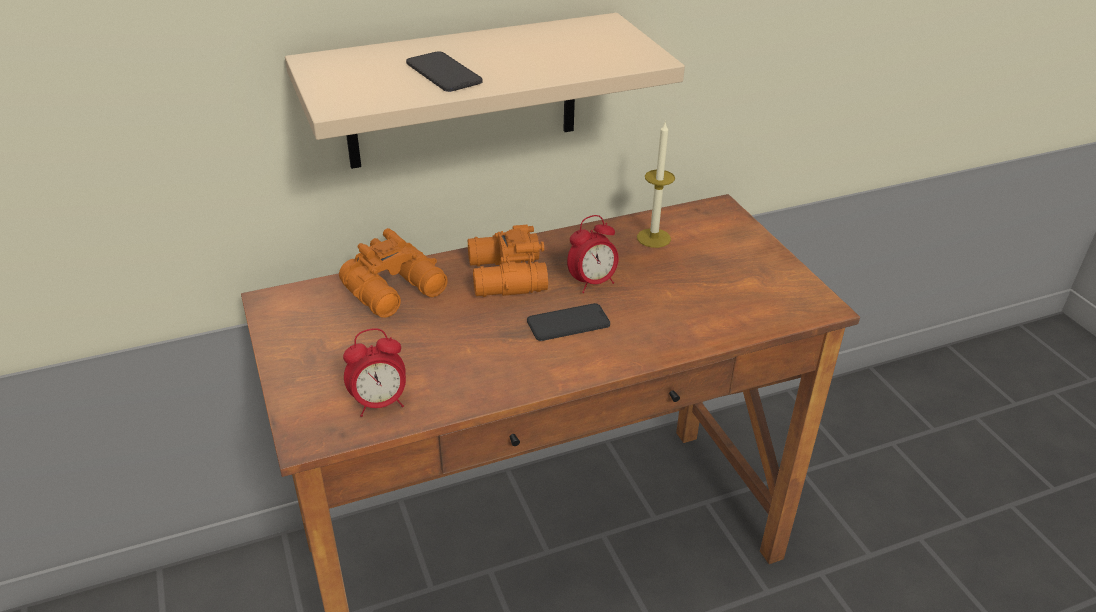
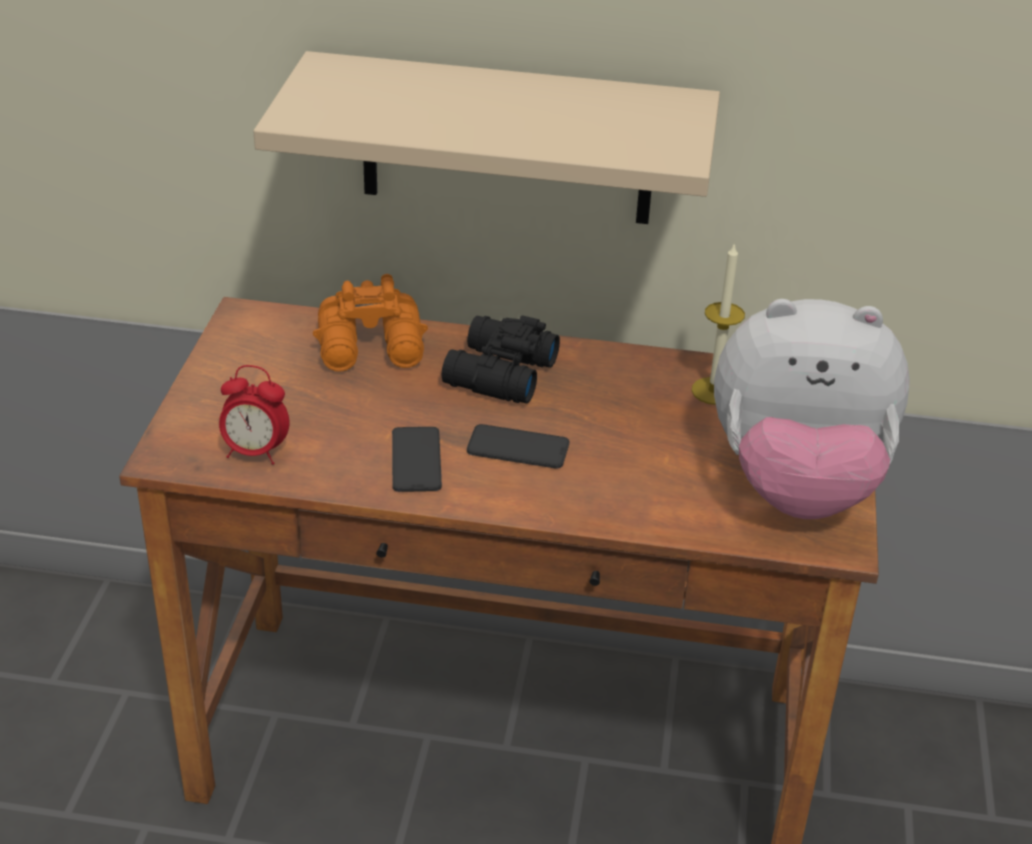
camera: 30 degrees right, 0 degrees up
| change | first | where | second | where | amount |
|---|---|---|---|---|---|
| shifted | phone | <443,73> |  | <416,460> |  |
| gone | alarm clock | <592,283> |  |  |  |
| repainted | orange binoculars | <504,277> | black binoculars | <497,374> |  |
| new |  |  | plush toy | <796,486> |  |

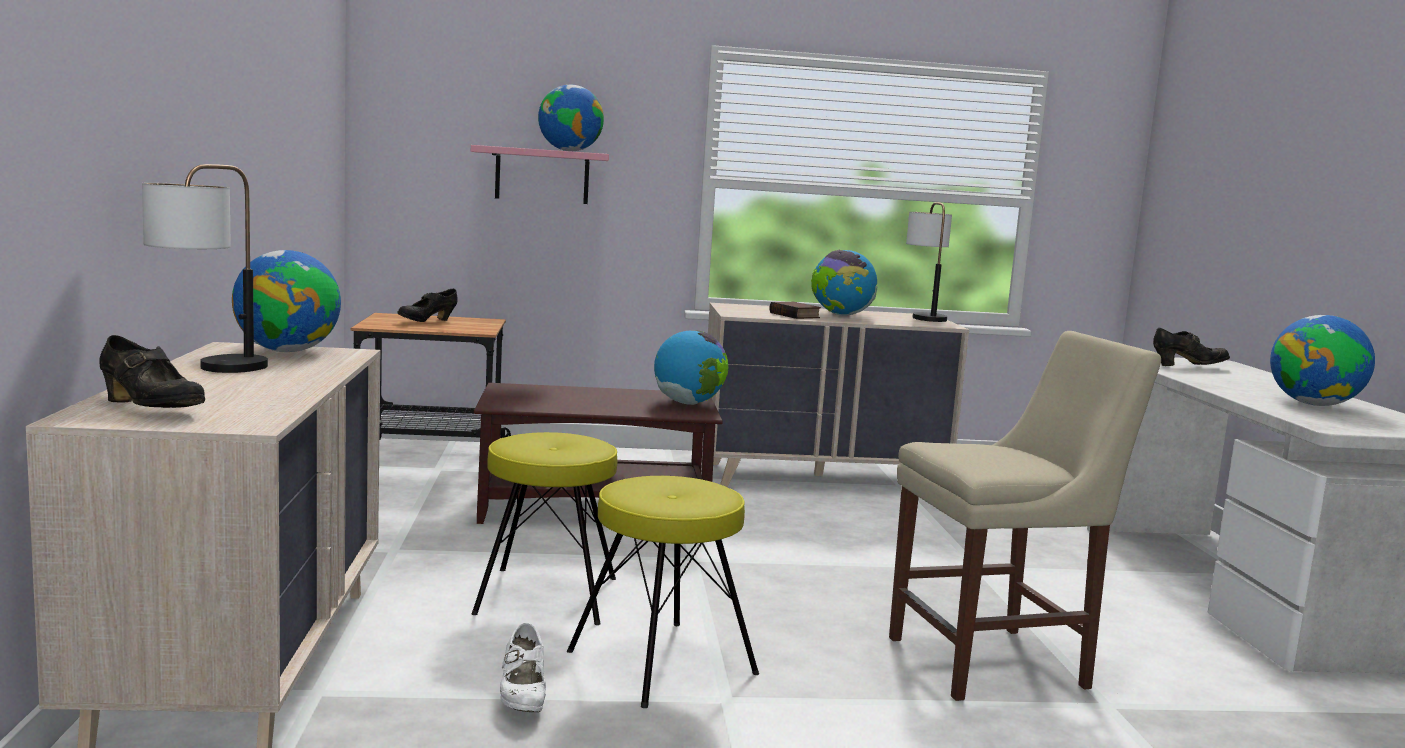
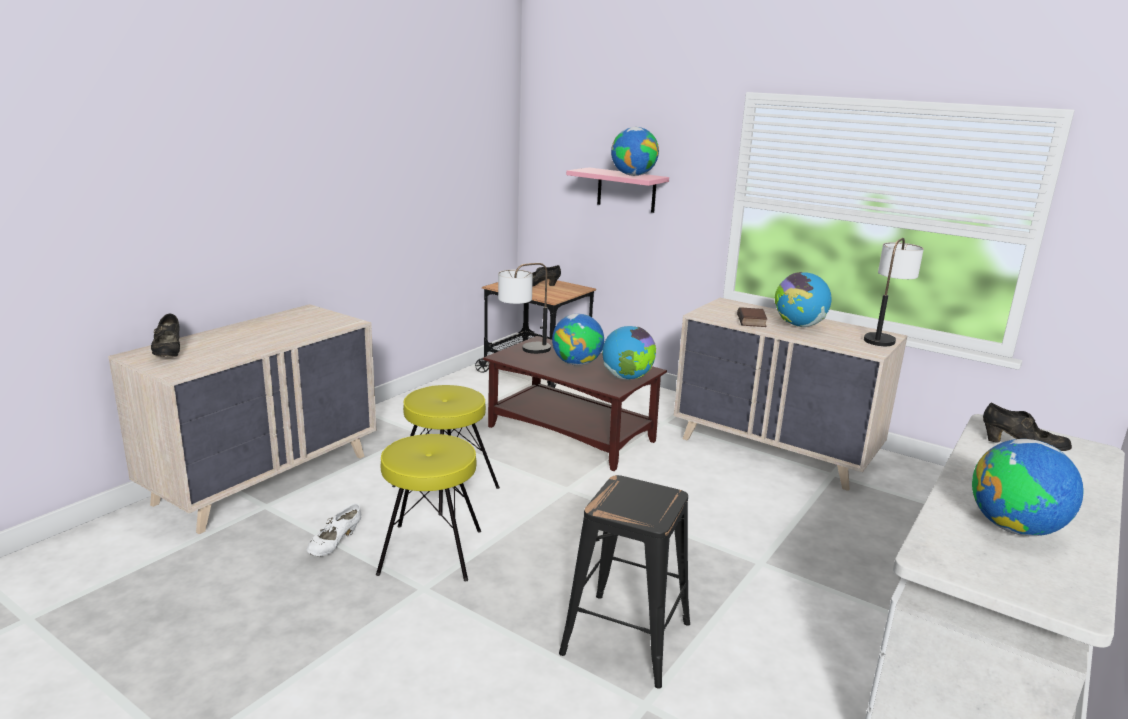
camera: 40 degrees right, 10 degrees up
| change | first | where | second | where | amount |
|---|---|---|---|---|---|
| shifted | table lamp | <209,371> |  | <523,351> |  |
| shifted | globe | <287,351> |  | <577,363> |  |
| swapped | beige chair | <996,662> | black stool | <627,638> |  |

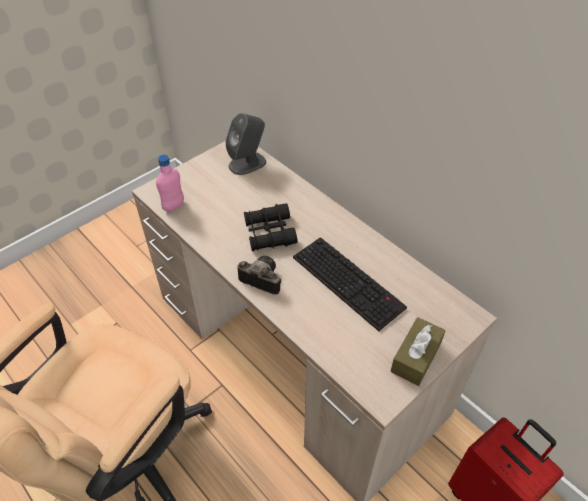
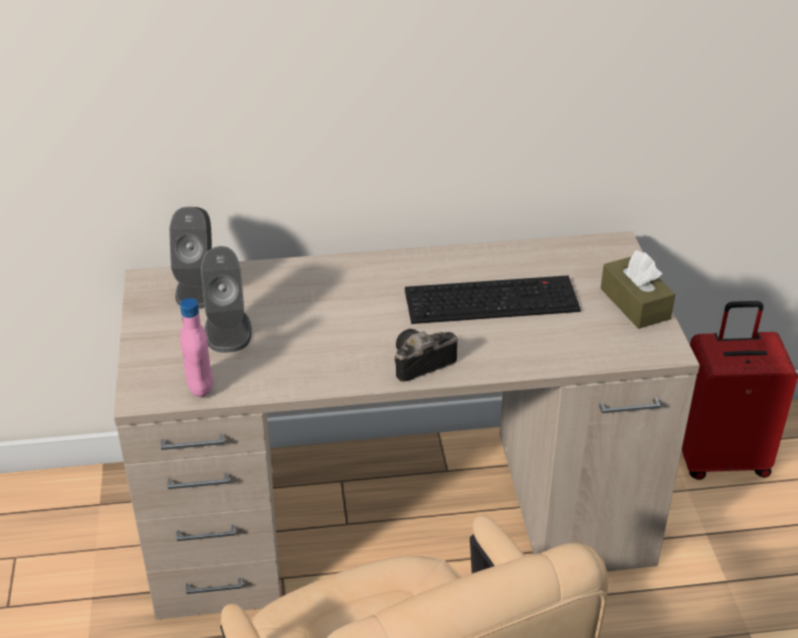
camera: 55 degrees left, 10 degrees down
| change | first | where | second | where | amount |
|---|---|---|---|---|---|
| gone | black binoculars | <269,233> |  |  |  |
| new |  |  | grey speaker | <228,330> |  |

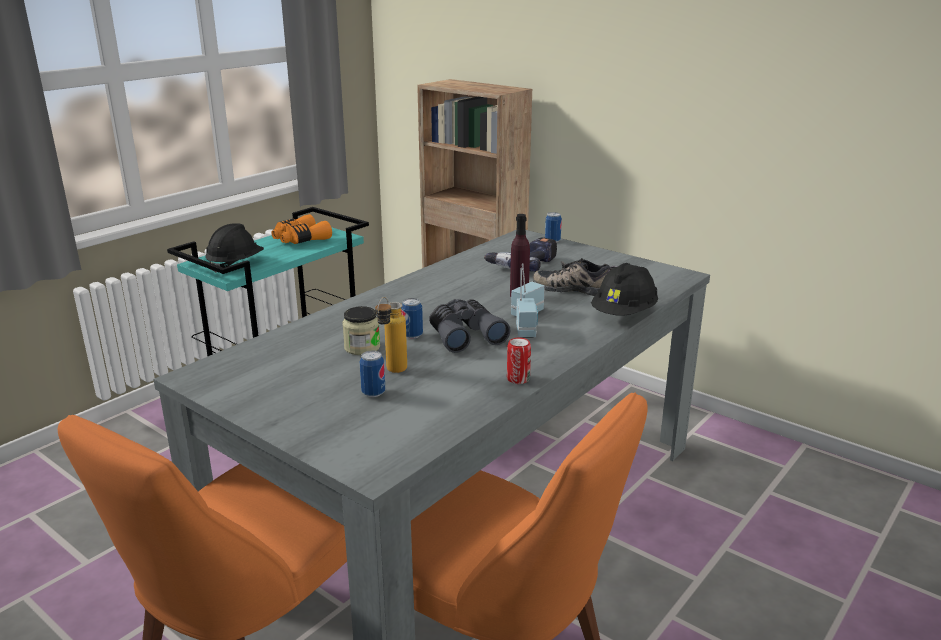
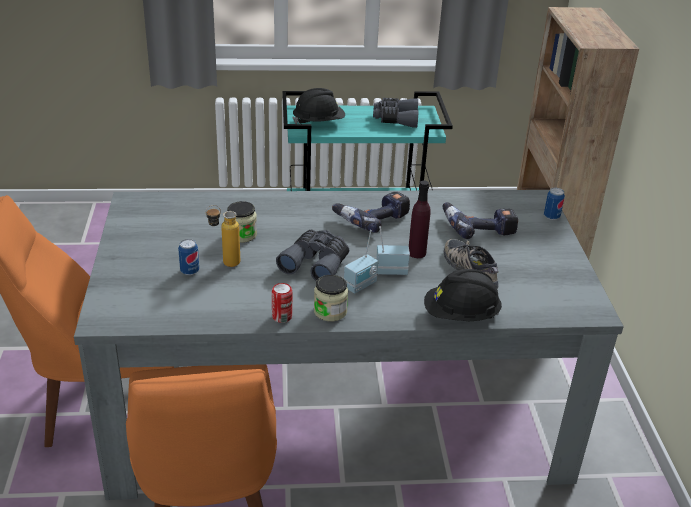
camera: 45 degrees right, 10 degrees up
| change | first | where | second | where | amount |
|---|---|---|---|---|---|
| repainted | orange binoculars | <300,239> | grey binoculars | <395,119> |  |
| gone | can | <412,335> |  |  |  |
| new |  |  | power drill | <371,218> |  |
| new |  |  | jar | <330,311> |  |

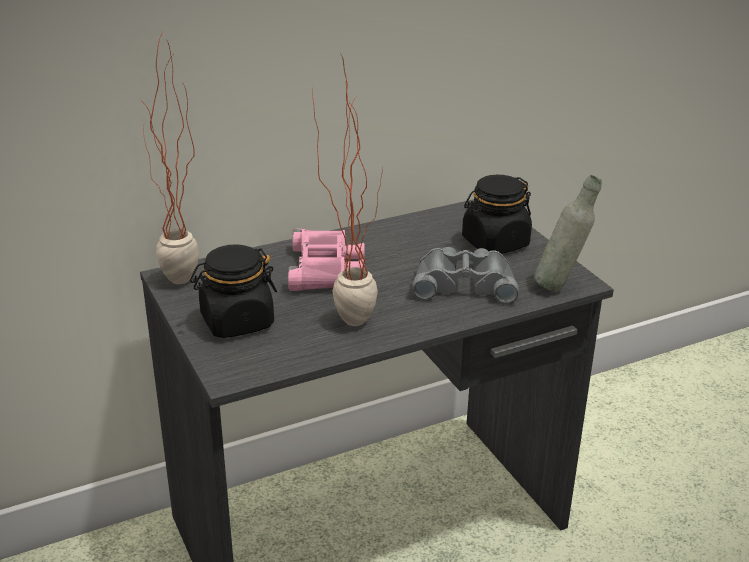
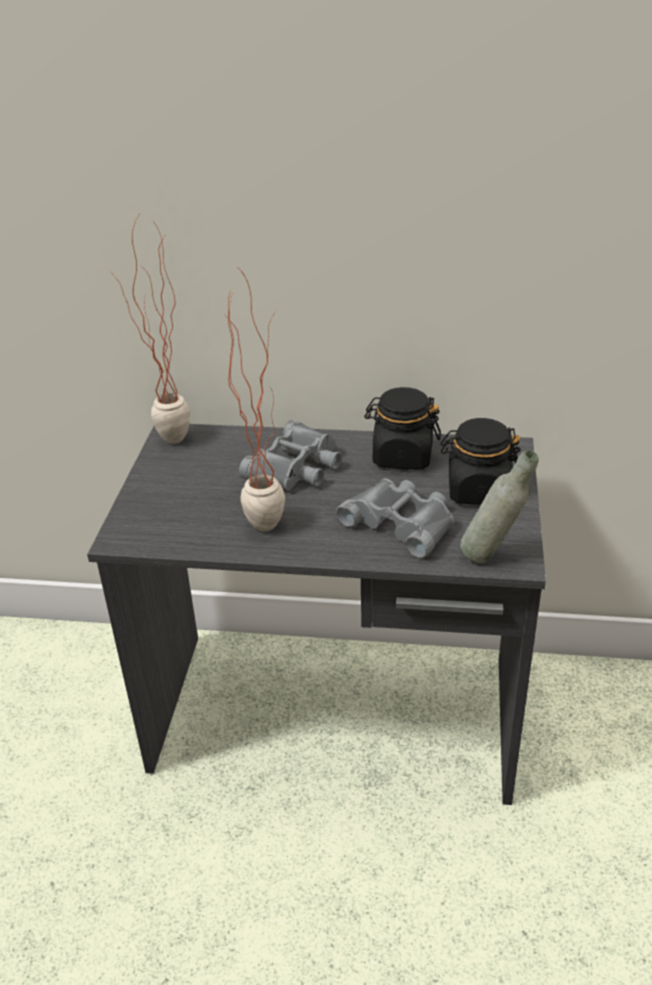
camera: 35 degrees right, 5 degrees up
| change | first | where | second | where | amount |
|---|---|---|---|---|---|
| repainted | pink binoculars | <326,268> | grey binoculars | <296,467> |  |
| shifted | black jar | <236,322> |  | <402,456> |  |

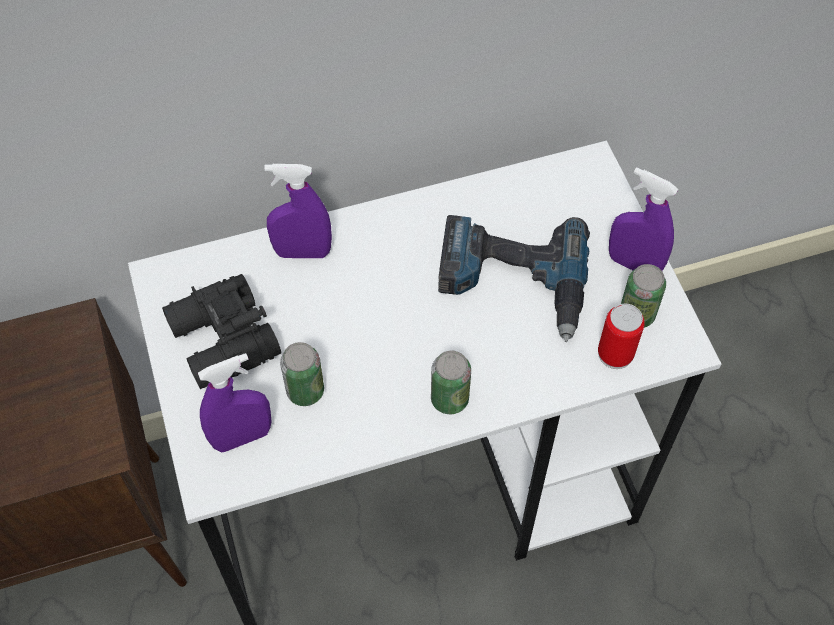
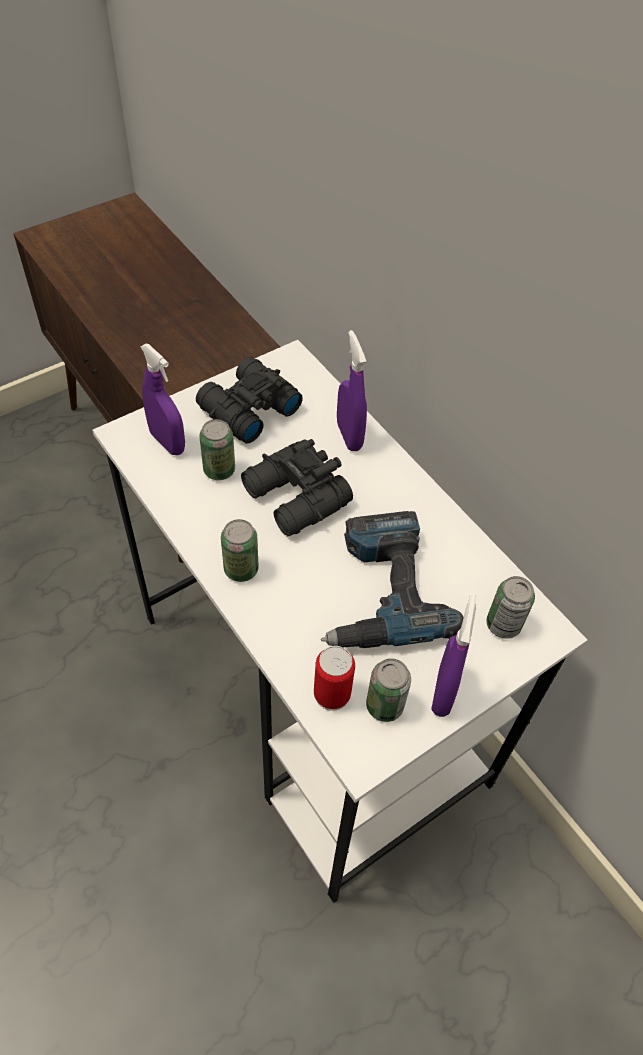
camera: 70 degrees right, 5 degrees down
| change | first | where | second | where | amount |
|---|---|---|---|---|---|
| new |  |  | black binoculars | <295,499> |  |
| new |  |  | can | <503,624> |  |

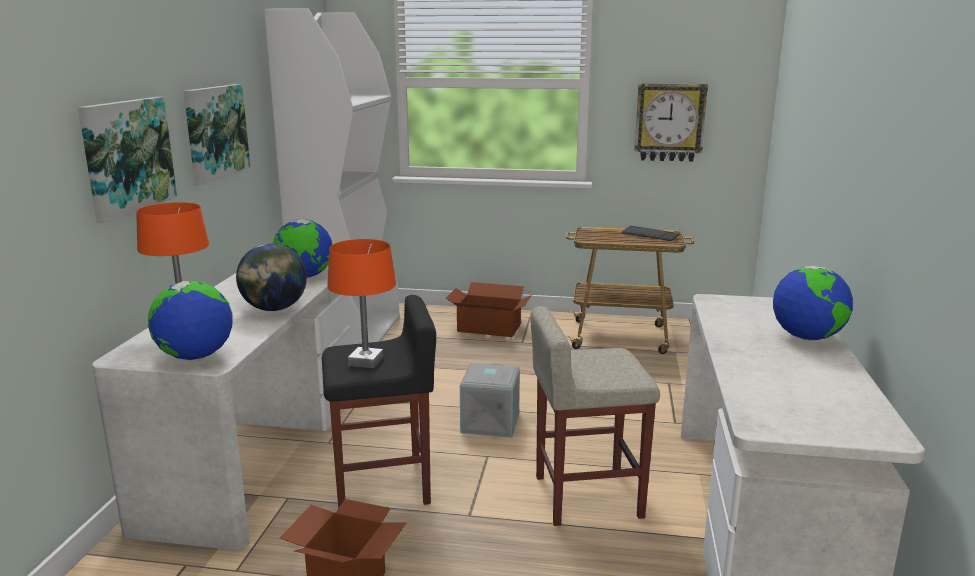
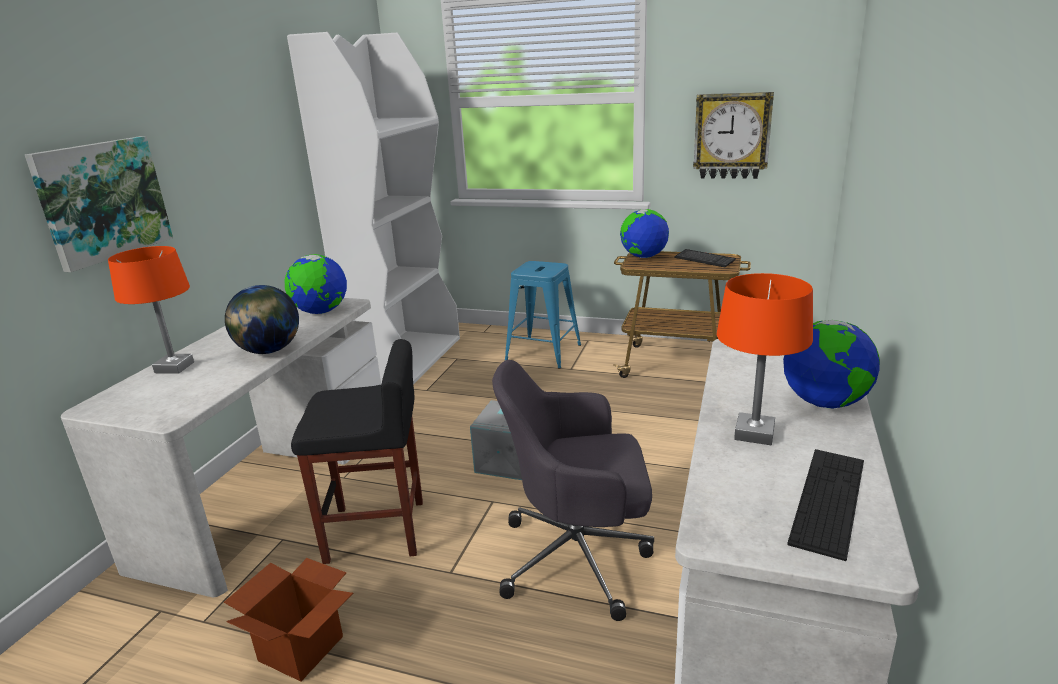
camera: 10 degrees right, 5 degrees up
| change | first | where | second | where | amount |
|---|---|---|---|---|---|
| gone | picture | <215,132> |  |  |  |
| shifted | orange table lamp | <366,361> |  | <755,433> |  |
| shifted | globe | <195,357> |  | <643,257> |  |
| swapped | cardboard box | <489,328> | blue stool | <543,352> |  |
| swapped | beige stool | <586,496> | grey office chair | <579,557> |  |
| new |  |  | keyboard | <828,500> |  |

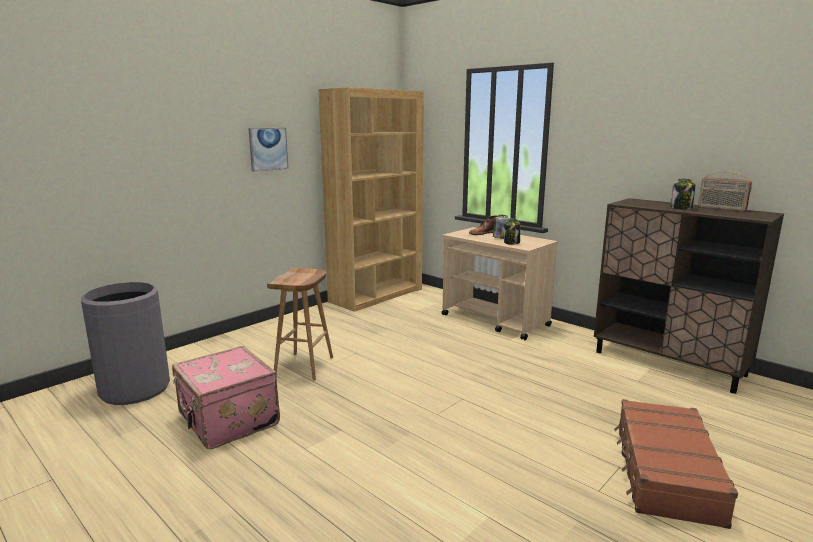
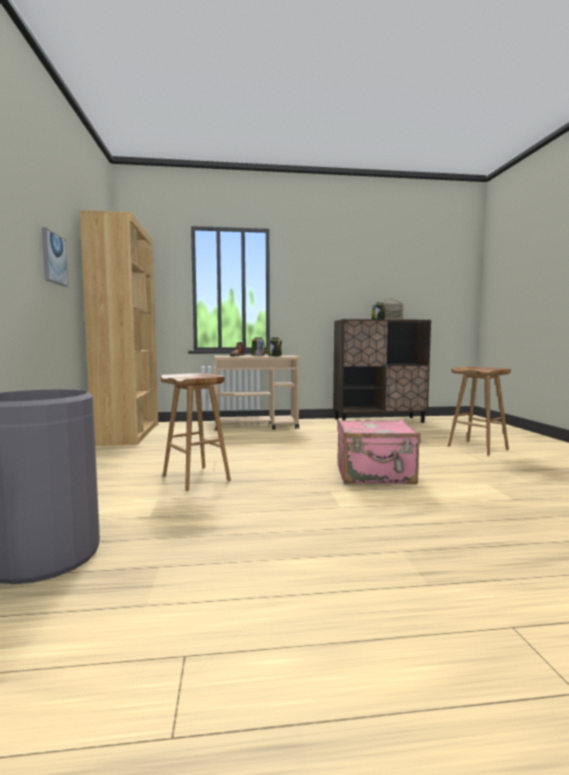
camera: 50 degrees left, 10 degrees down
| change | first | where | second | where | amount |
|---|---|---|---|---|---|
| shifted | pink suitcase | <227,421> |  | <375,475> |  |
| swapped | brown suitcase | <665,472> | brown stool | <478,448> |  |

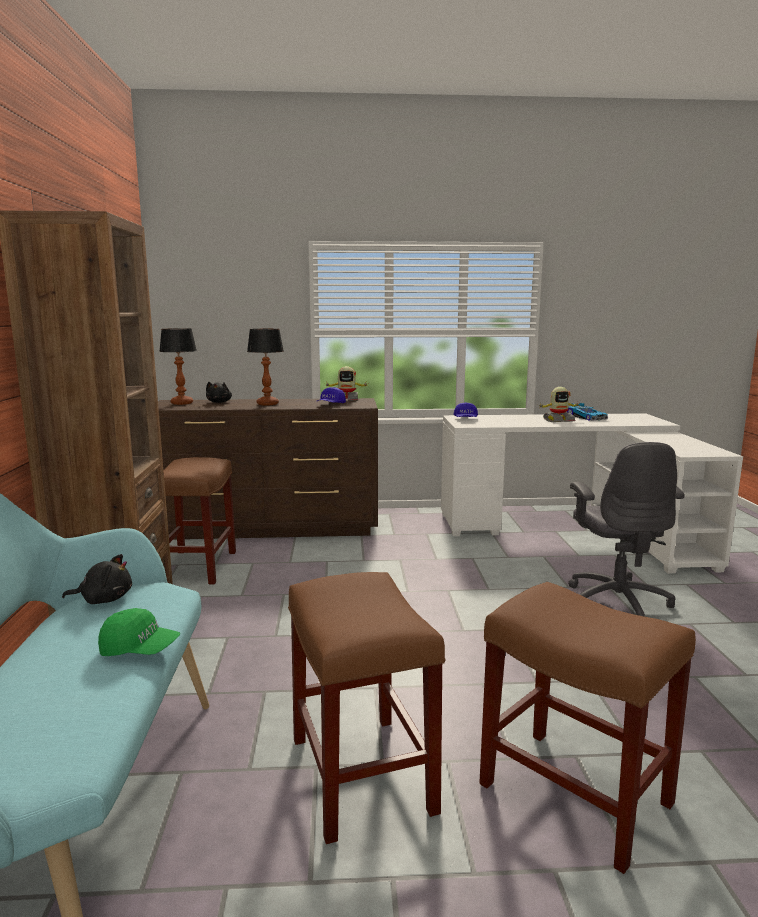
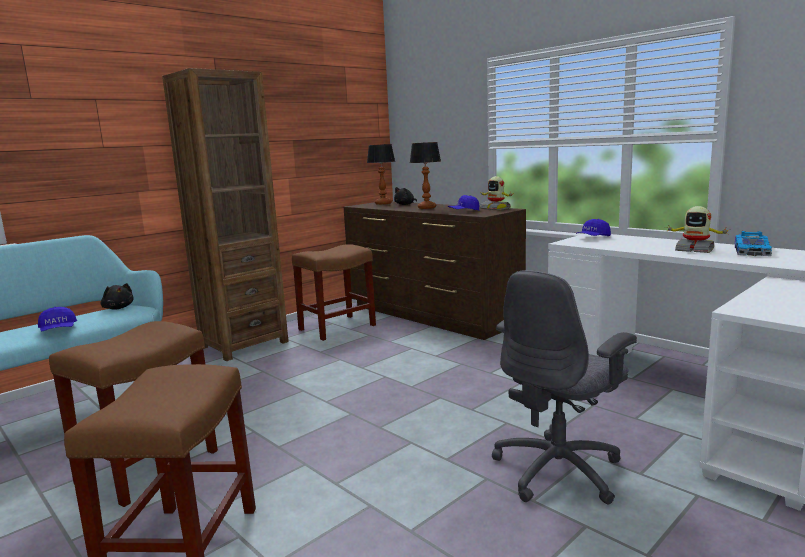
camera: 50 degrees right, 0 degrees up
| change | first | where | second | where | amount |
|---|---|---|---|---|---|
| repainted | green cap | <140,649> | blue cap | <58,330> |  |

